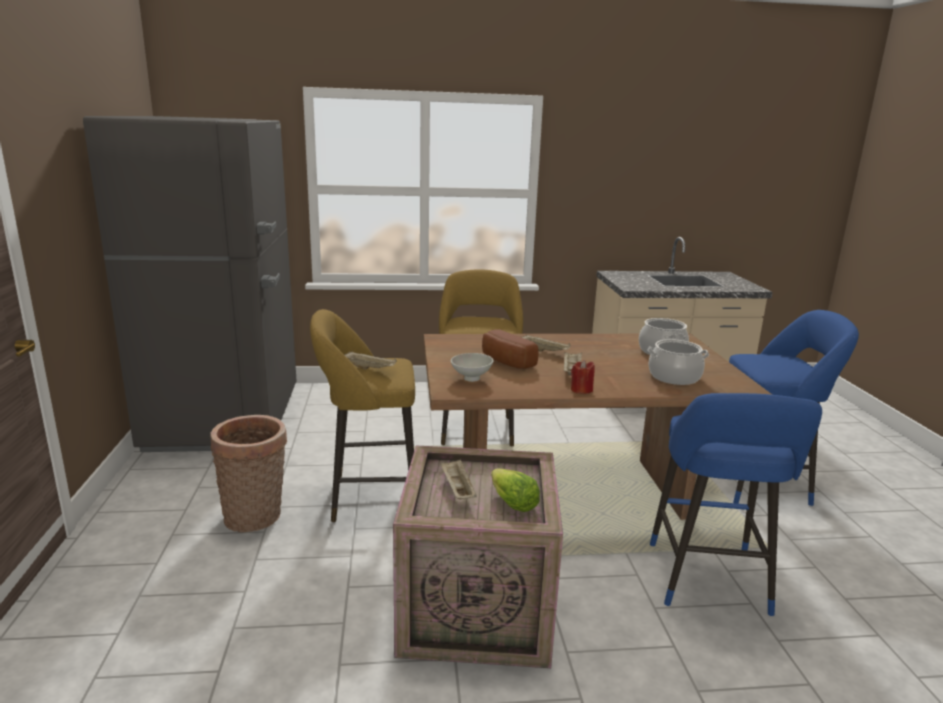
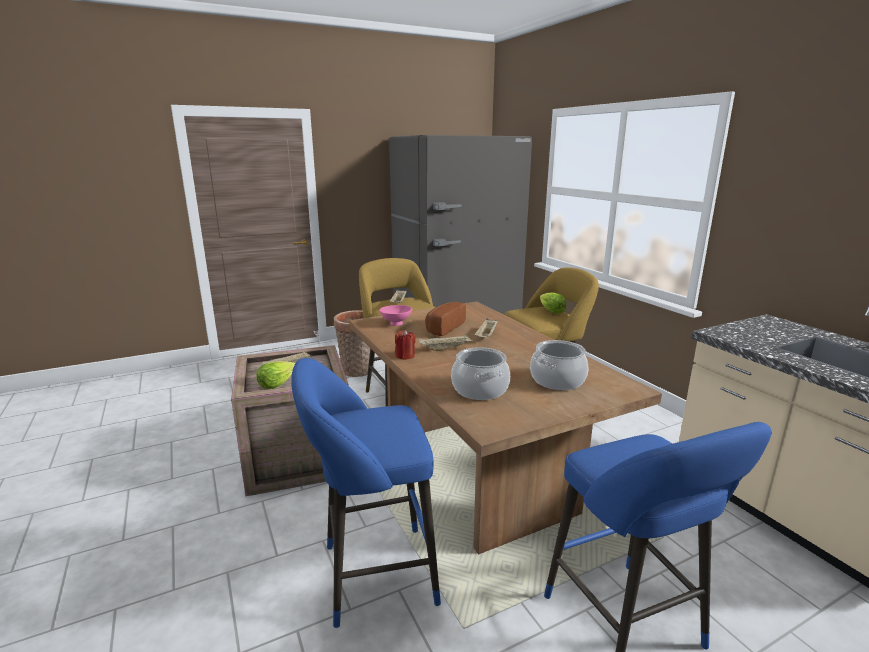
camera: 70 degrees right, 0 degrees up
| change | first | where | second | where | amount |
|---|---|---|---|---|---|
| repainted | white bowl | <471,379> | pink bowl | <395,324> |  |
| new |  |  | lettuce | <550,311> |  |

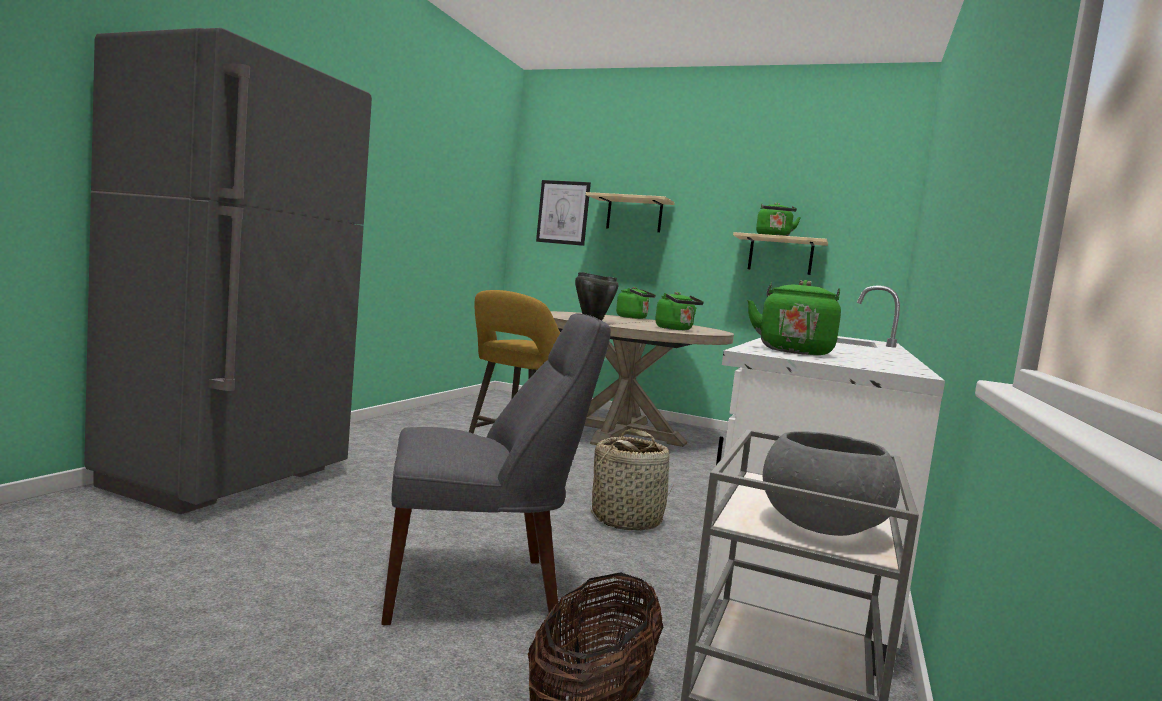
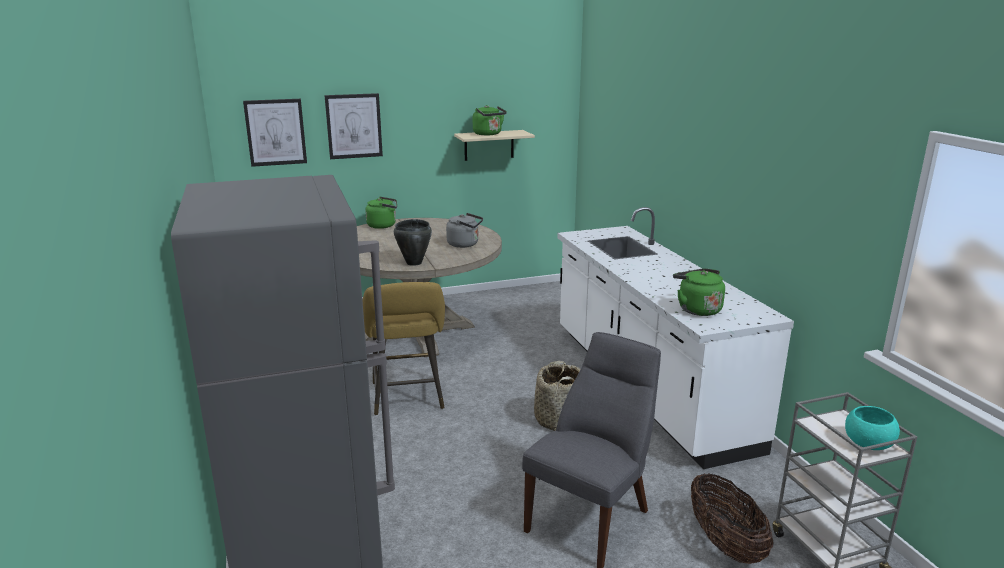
camera: 40 degrees left, 15 degrees up
| change | first | where | second | where | amount |
|---|---|---|---|---|---|
| swapped | beige shelf | <634,215> | picture | <354,126> |  |
| repainted | green kettle | <675,329> | grey kettle | <465,244> |  |
| repainted | grey bowl | <821,526> | turquoise bowl | <868,443> |  |

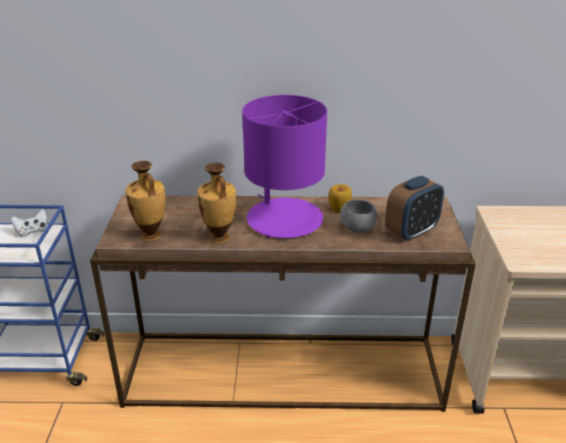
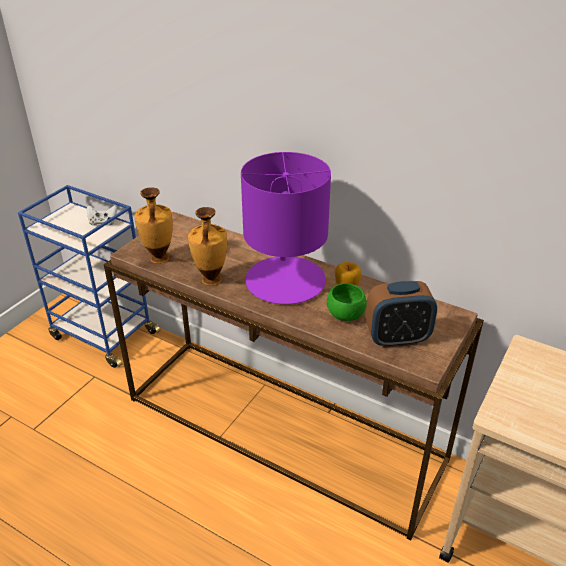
camera: 30 degrees right, 5 degrees up
| change | first | where | second | where | amount |
|---|---|---|---|---|---|
| repainted | grey bowl | <357,228> | green bowl | <345,315> |  |

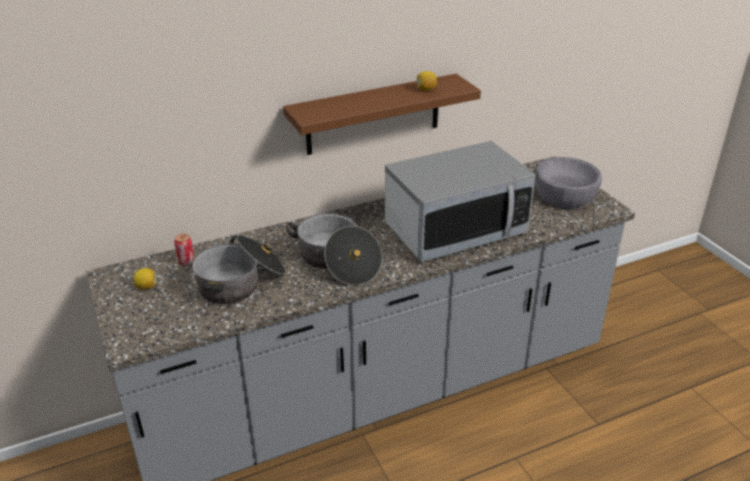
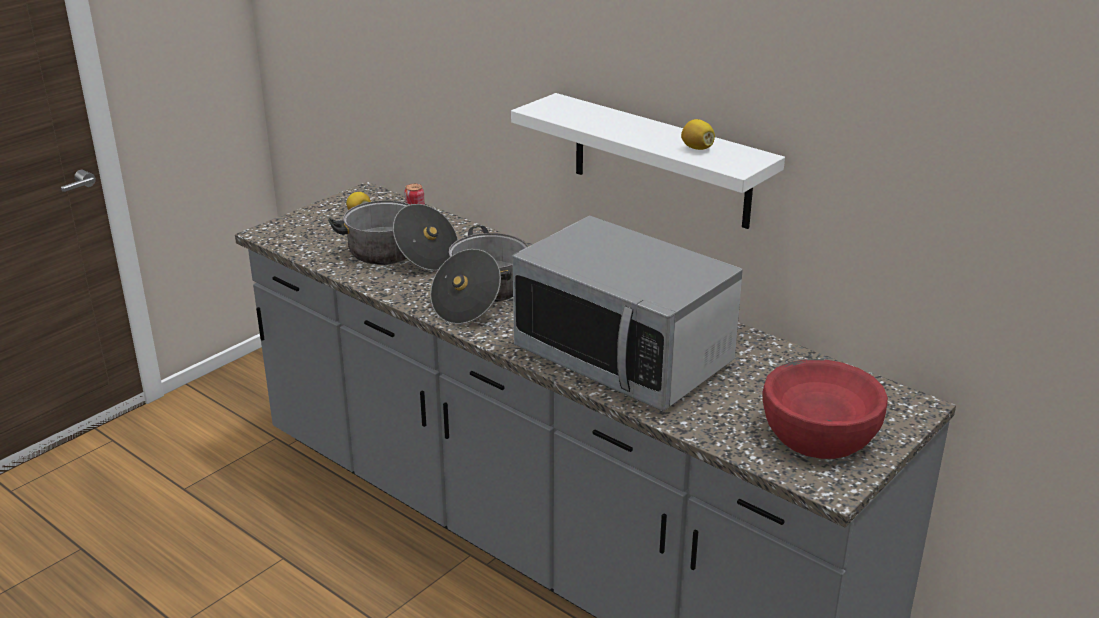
camera: 65 degrees right, 5 degrees down
| change | first | where | second | where | amount |
|---|---|---|---|---|---|
| repainted | brown shelf | <373,115> | white shelf | <661,161> |  |
| repainted | grey bowl | <564,197> | red bowl | <819,433> |  |

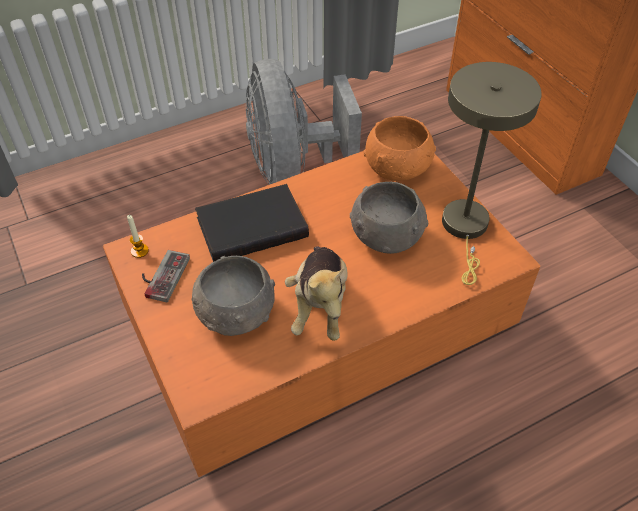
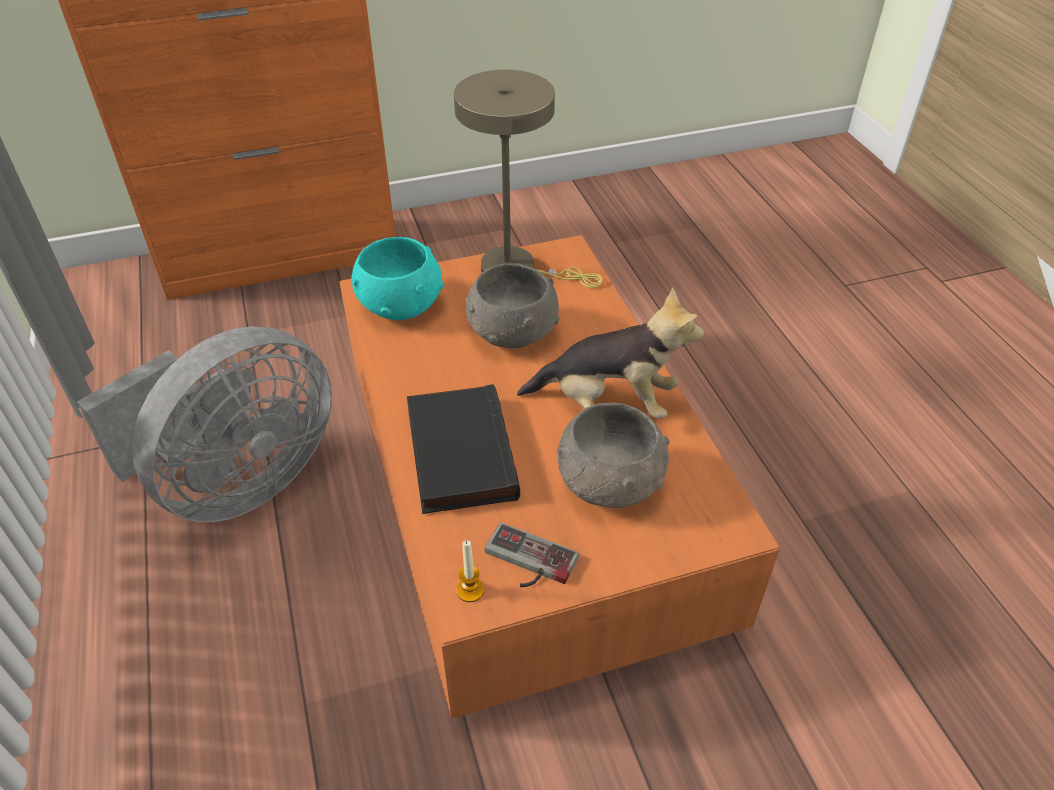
camera: 80 degrees left, 5 degrees down
| change | first | where | second | where | amount |
|---|---|---|---|---|---|
| rotated | grey fan | <293,171> |  | <239,483> | 45 degrees counterclockwise |
| repainted | orange bowl | <398,168> | turquoise bowl | <400,304> |  |

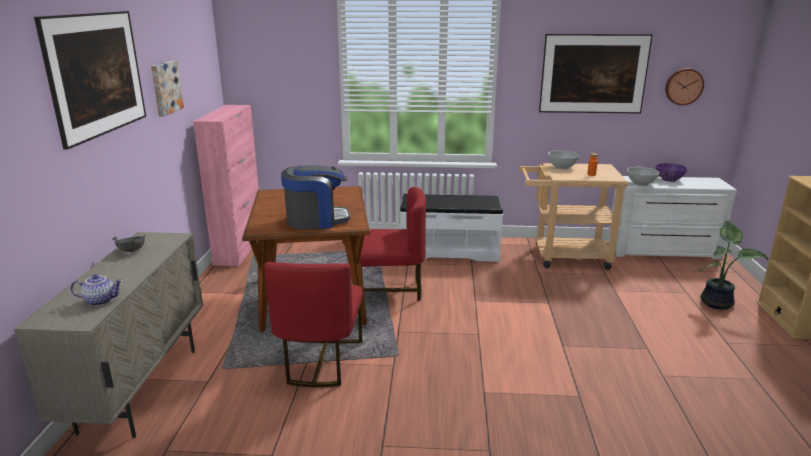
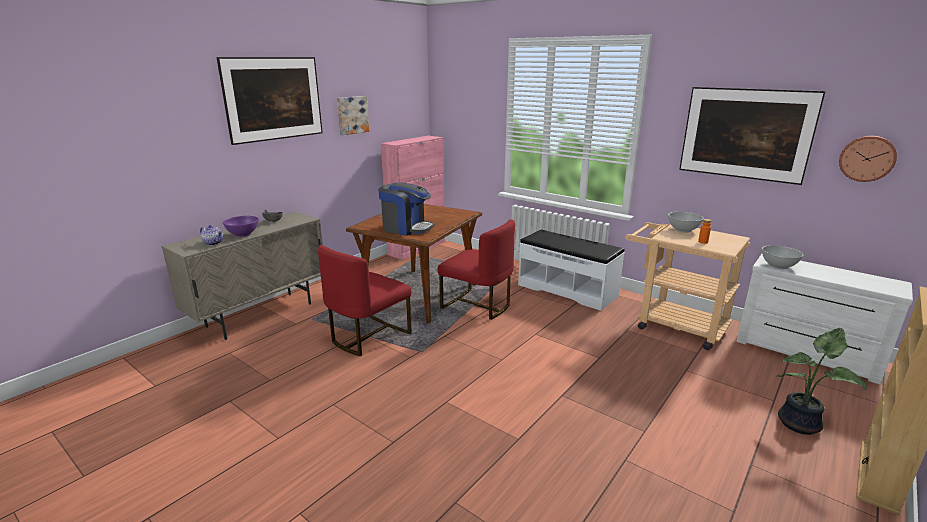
camera: 35 degrees right, 0 degrees up
| change | first | where | second | where | amount |
|---|---|---|---|---|---|
| shifted | purple bowl | <669,179> |  | <243,234> |  |

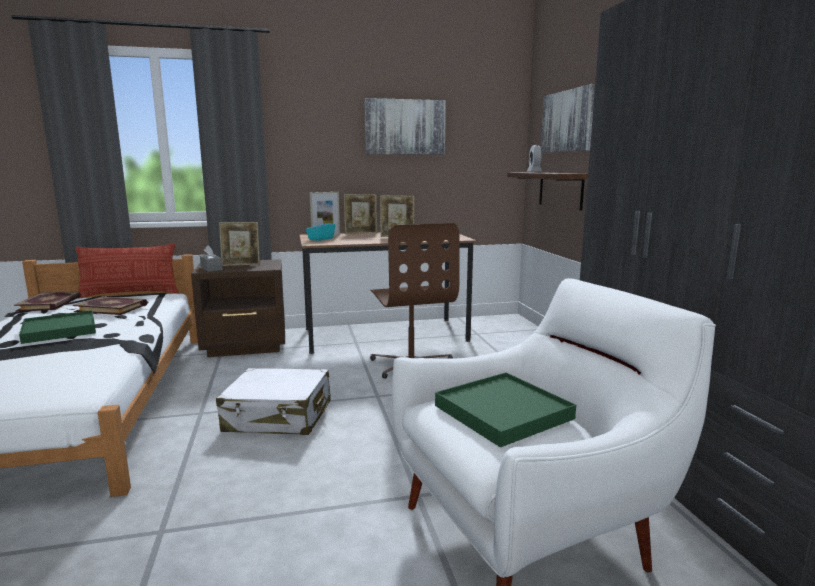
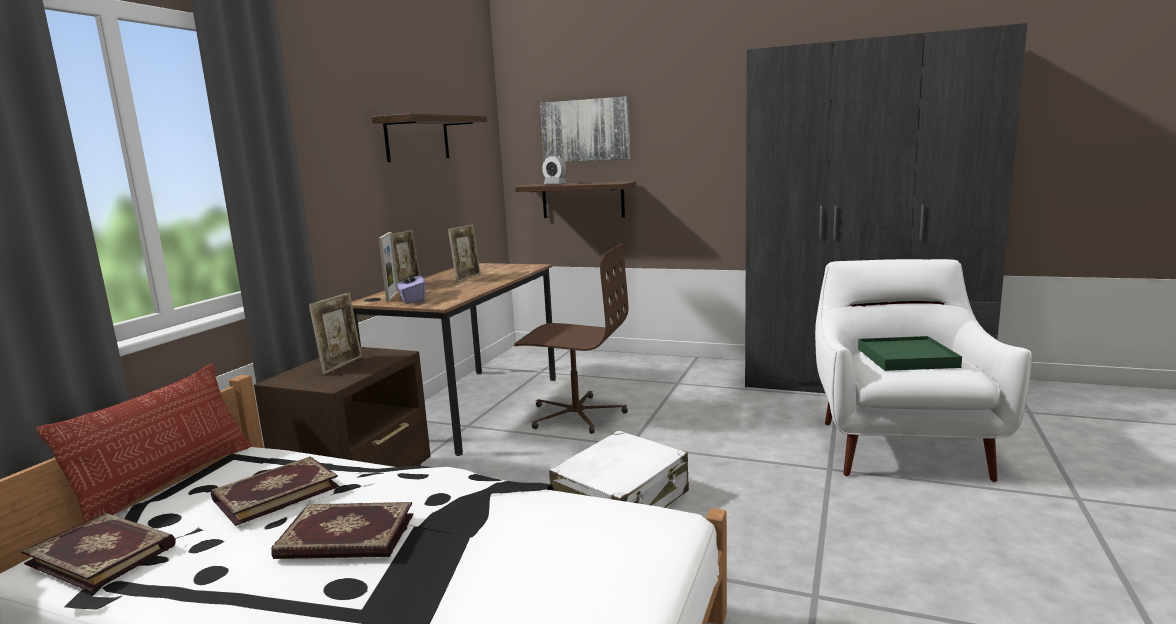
camera: 55 degrees left, 0 degrees up
| change | first | where | second | where | amount |
|---|---|---|---|---|---|
| swapped | picture | <405,127> | shelf | <417,138> |  |
| repainted | turquoise tissue box | <320,239> | purple tissue box | <412,300> |  |
| gone | grey tissue box | <211,268> |  |  |  |
| swapped | green tray | <59,330> | book | <346,537> |  |

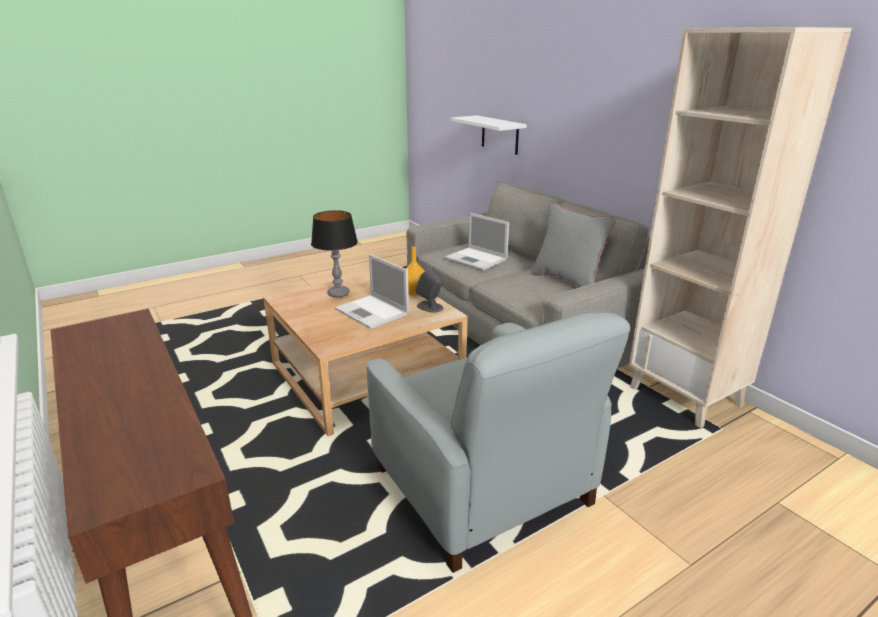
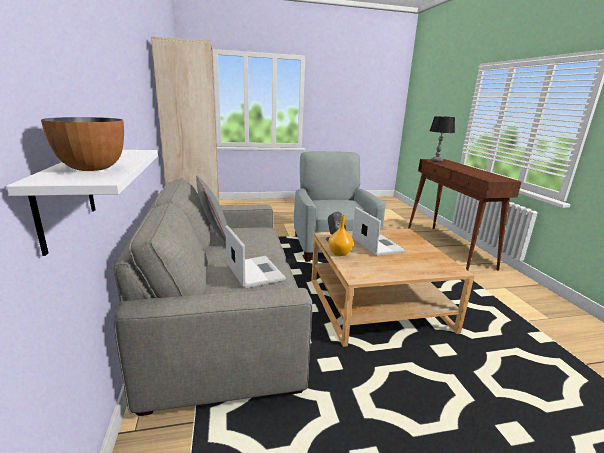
camera: 160 degrees left, 5 degrees down
| change | first | where | second | where | amount |
|---|---|---|---|---|---|
| shifted | table lamp | <338,294> |  | <436,160> |  |
| new |  |  | bowl | <93,168> |  |

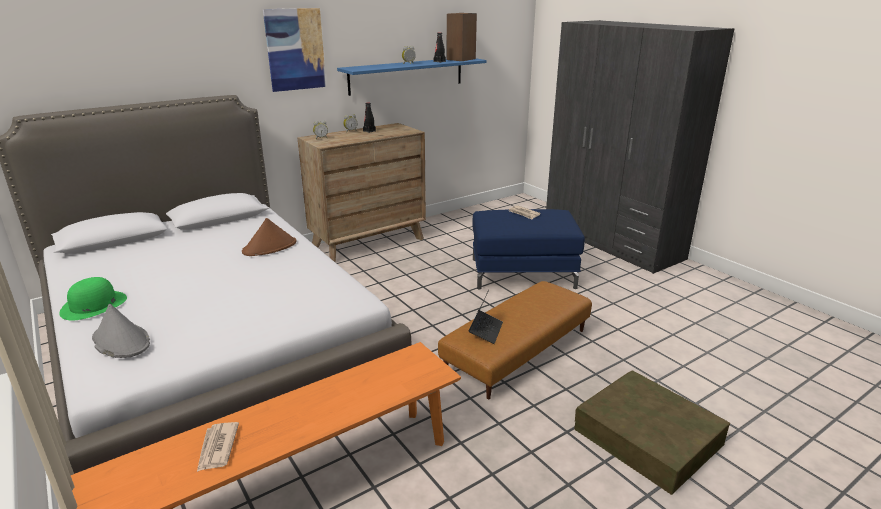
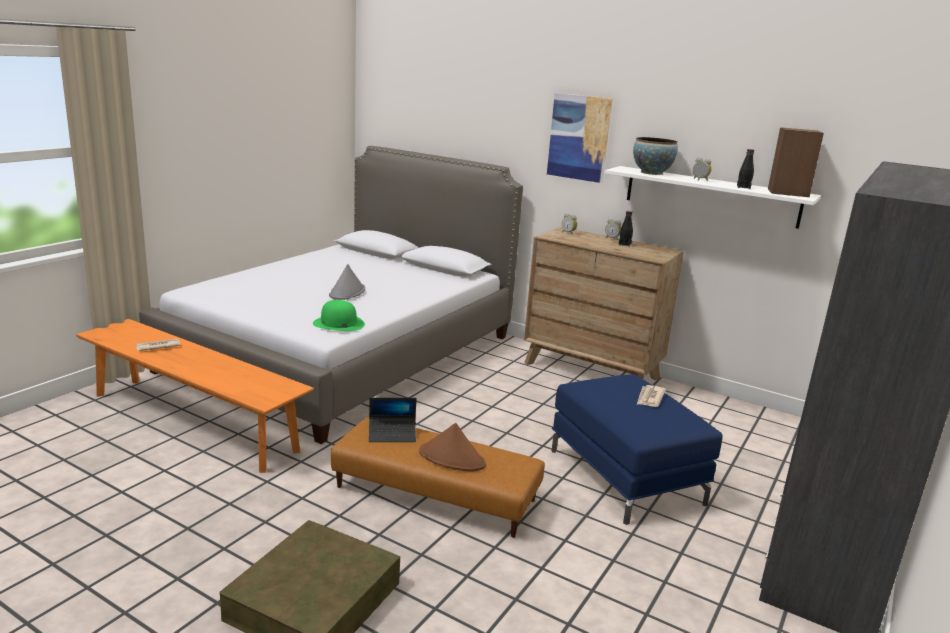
camera: 65 degrees right, 5 degrees down
| change | first | where | second | where | amount |
|---|---|---|---|---|---|
| repainted | blue shelf | <407,75> | white shelf | <711,196> |  |
| shifted | brown hat | <270,247> |  | <452,458> |  |
| shifted | green hat | <93,305> |  | <338,323> |  |
| shifted | grey hat | <121,341> |  | <347,292> |  |
| new |  |  | bowl | <651,173> |  |

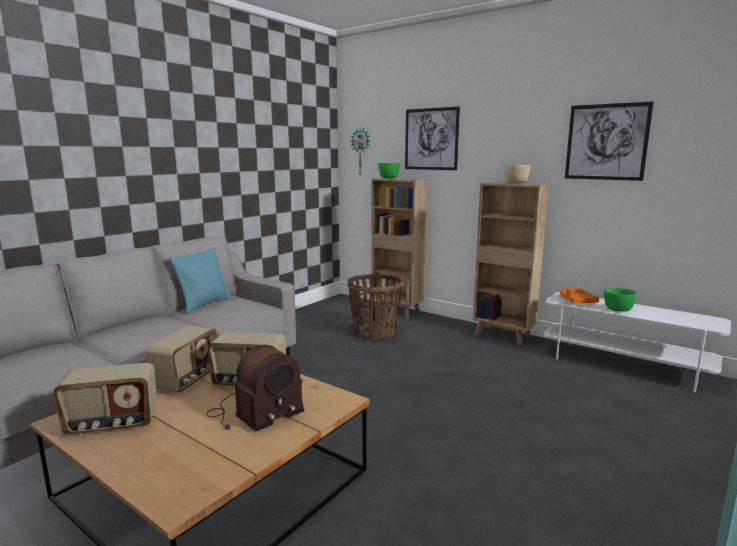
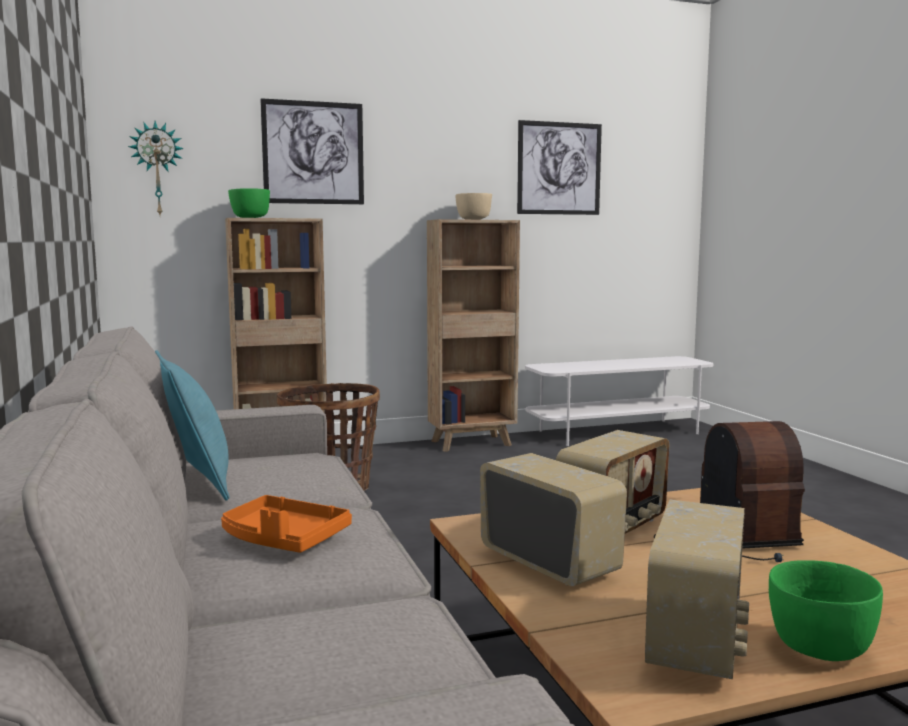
camera: 55 degrees left, 5 degrees down
| change | first | where | second | where | amount |
|---|---|---|---|---|---|
| shifted | orange tray | <576,301> |  | <283,539> |  |
| shifted | green bowl | <617,310> |  | <818,648> |  |

